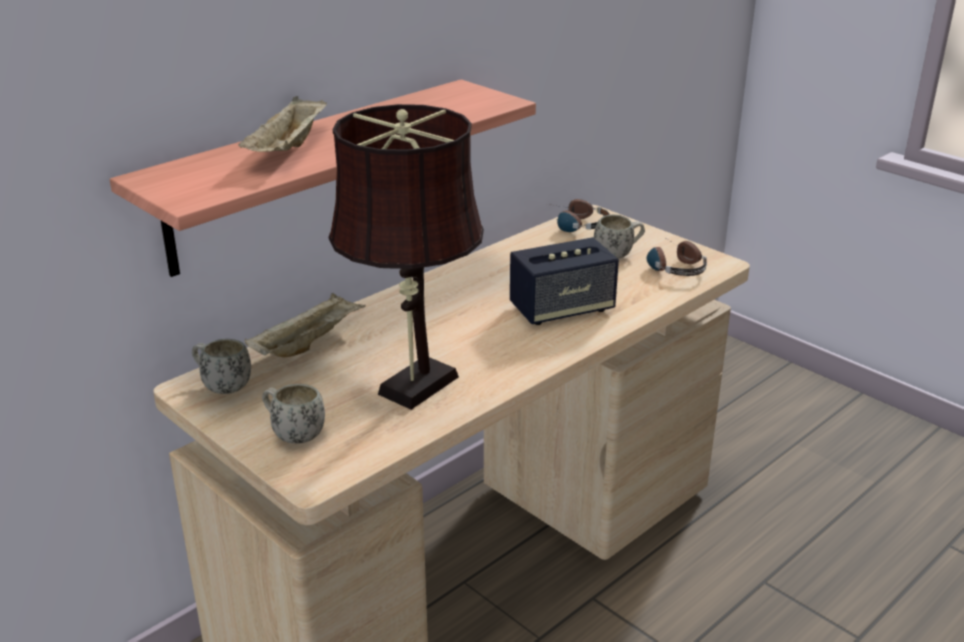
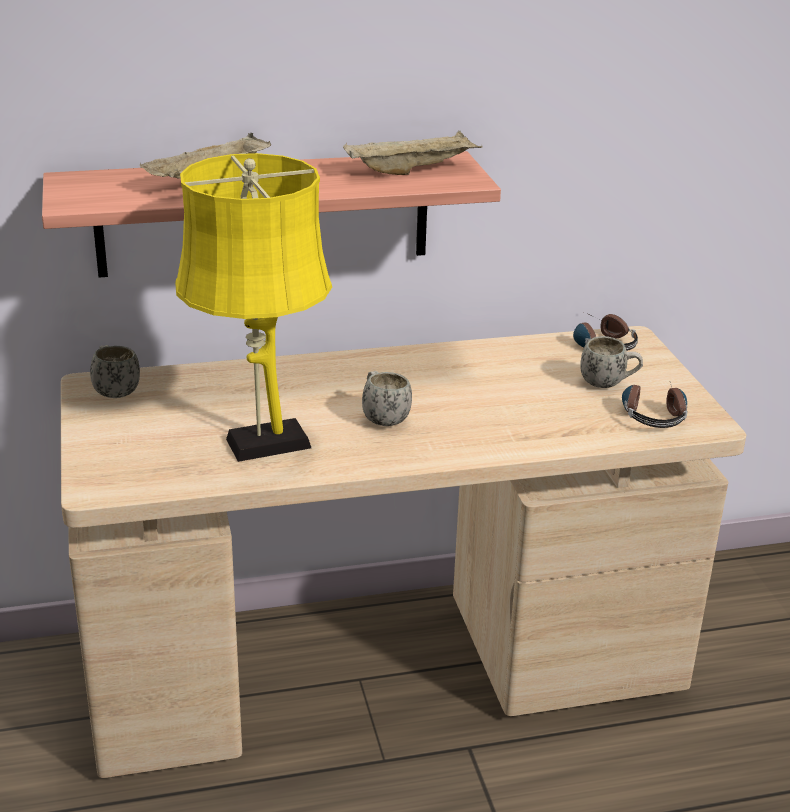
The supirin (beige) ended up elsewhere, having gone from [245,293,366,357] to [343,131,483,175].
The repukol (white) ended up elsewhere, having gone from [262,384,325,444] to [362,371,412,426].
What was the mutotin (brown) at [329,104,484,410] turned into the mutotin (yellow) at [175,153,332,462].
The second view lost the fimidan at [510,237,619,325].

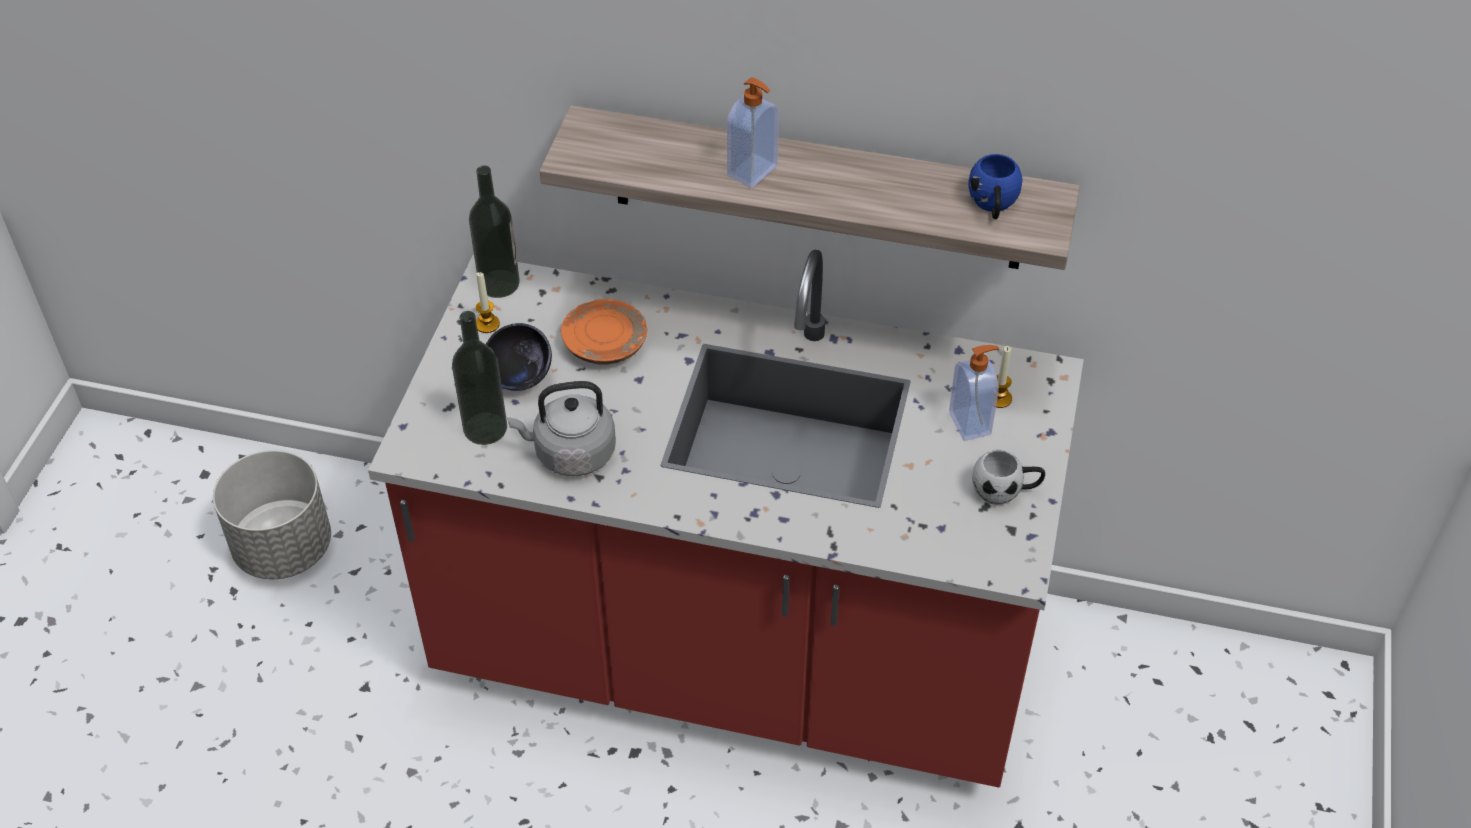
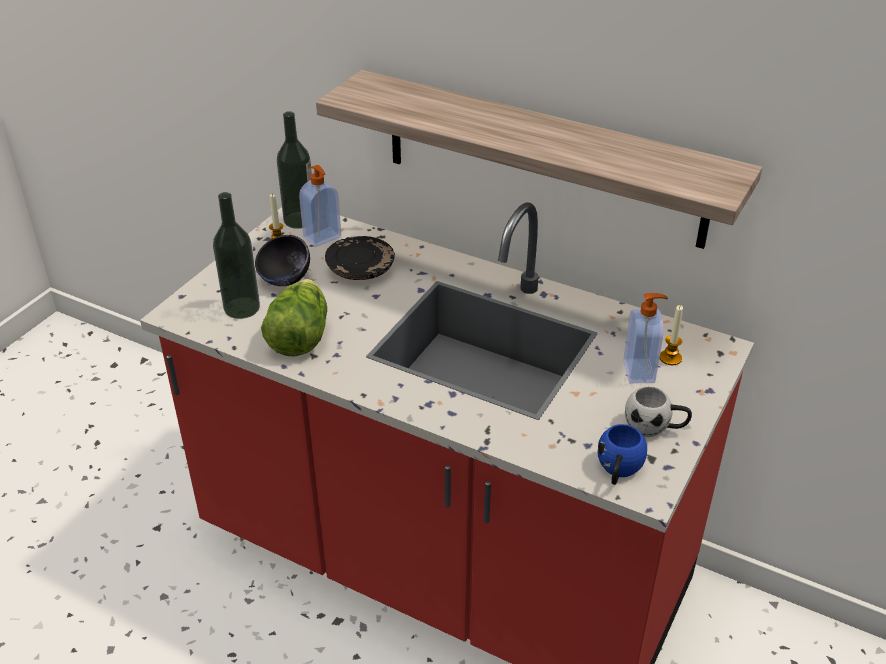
The second view lost the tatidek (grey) at [213,450,331,579].
Where the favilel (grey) stood at [507,381,616,476], the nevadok came to stand at [261,279,327,357].
What was the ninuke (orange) at [561,299,647,365] turned into the ninuke (black) at [325,236,395,280].
The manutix ended up elsewhere, having gone from [727,77,779,188] to [299,165,341,247].
The repukol (blue) ended up elsewhere, having gone from [968,154,1022,219] to [598,424,647,485].

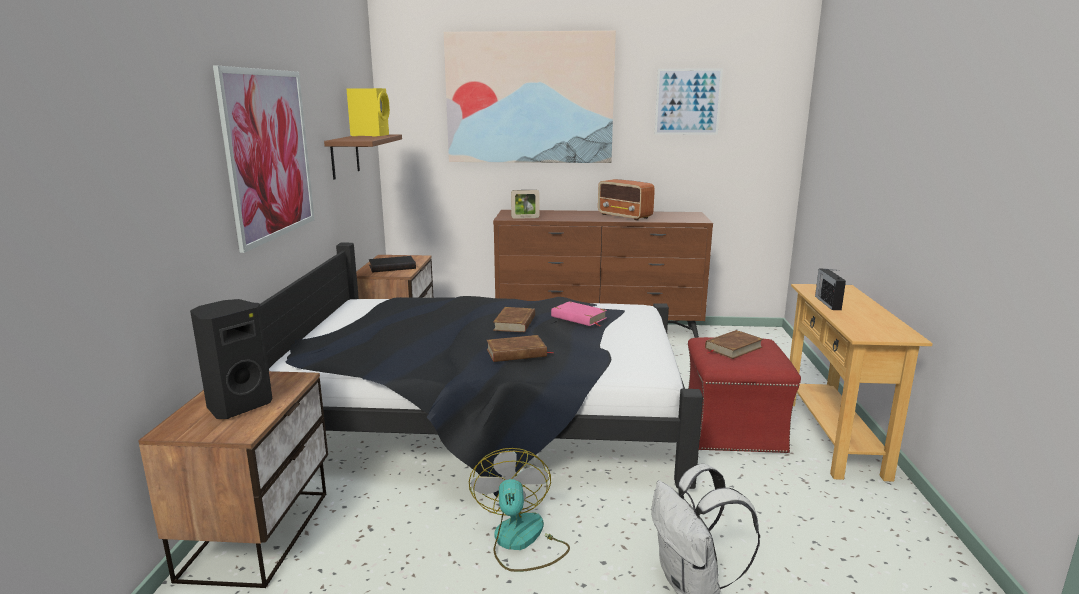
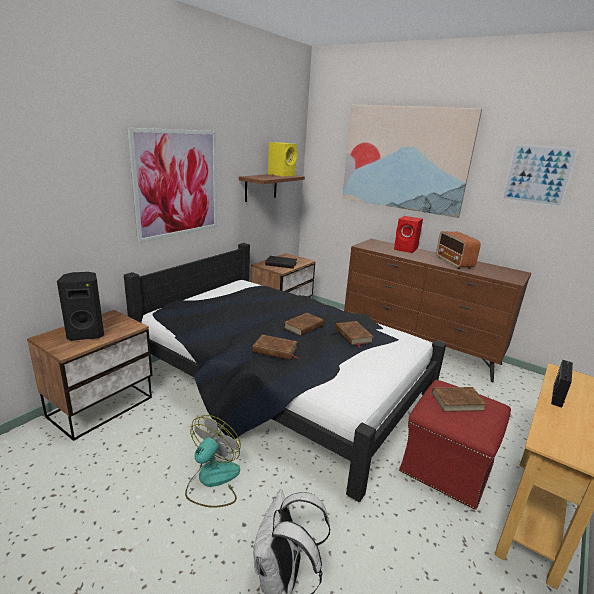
The second view lost the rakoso at [511,190,539,219].
What was the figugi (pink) at [551,301,607,327] turned into the figugi (brown) at [335,321,374,348].
The second view gained the fimidan (red) at [394,216,423,253].

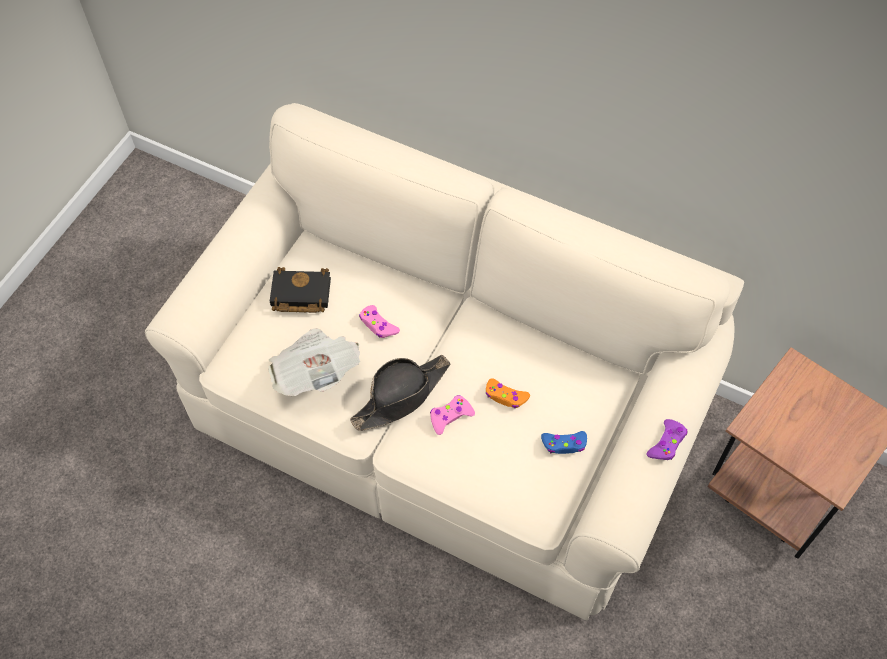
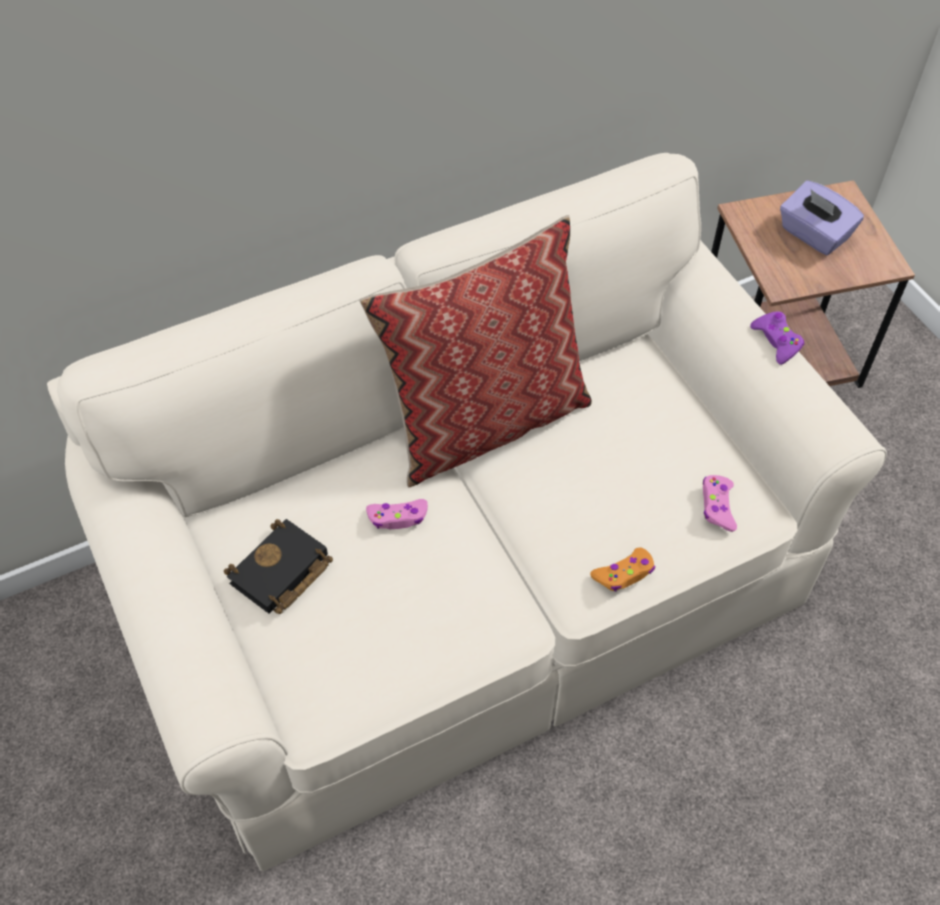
The second view lost the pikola at [268,328,360,396].
The second view lost the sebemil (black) at [350,355,450,431].
The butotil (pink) ended up elsewhere, having gone from [430,395,475,435] to [703,475,737,532].
The butotil (orange) ended up elsewhere, having gone from [486,378,530,408] to [590,547,655,592].
The second view lost the butotil (blue) at [541,431,587,454].
The second view gained the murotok at [360,215,592,488].
The second view gained the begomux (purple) at [780,180,864,255].

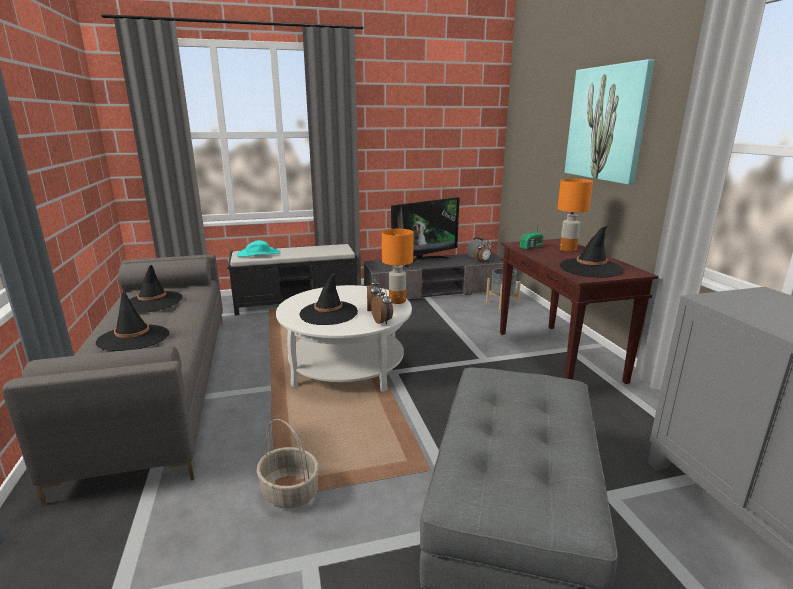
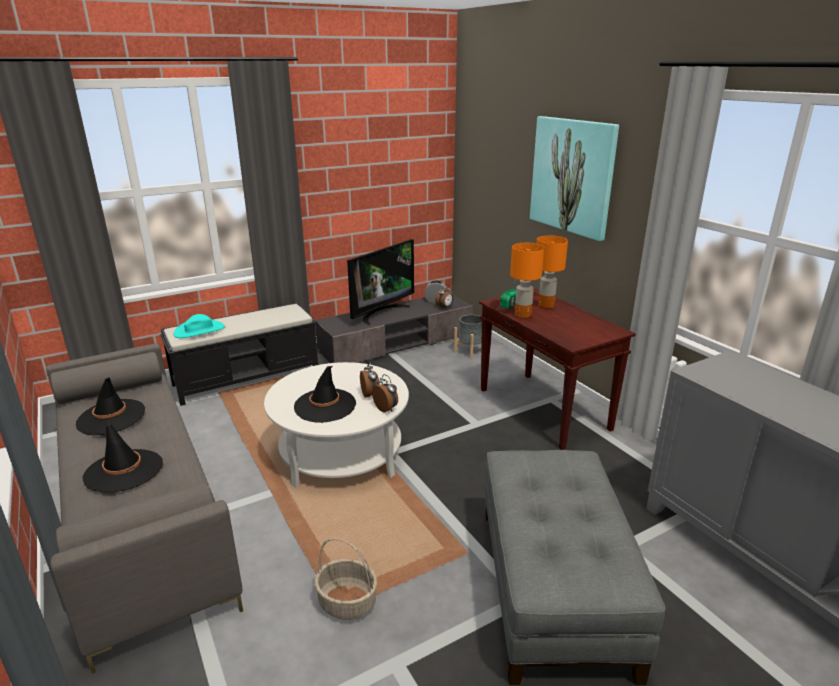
The mutotin (orange) ended up elsewhere, having gone from [382,229,414,304] to [510,243,544,318].
The second view lost the sebemil (black) at [560,226,624,278].

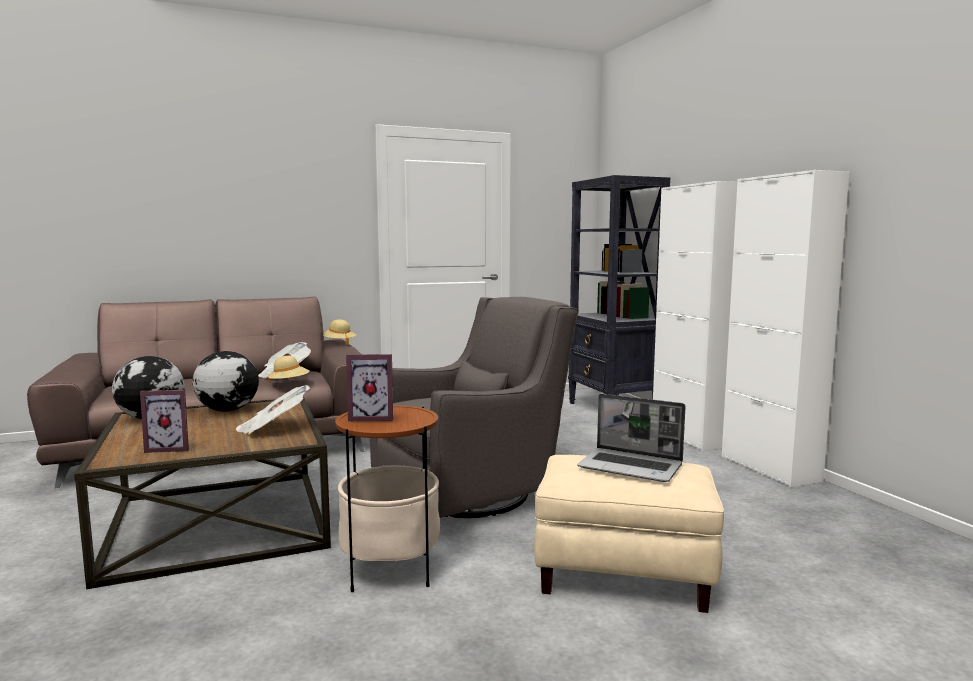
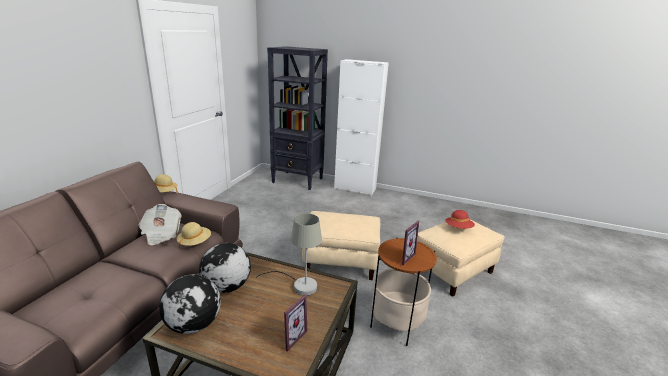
Where the pikola stood at [235,385,310,434], the mutotin (grey) came to stand at [255,214,322,296].
Where the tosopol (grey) stood at [370,297,578,518], the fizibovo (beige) came to stand at [302,211,380,280].
Where the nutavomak stood at [577,394,686,482], the sebemil (red) came to stand at [445,210,475,229].
The second view lost the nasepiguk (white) at [722,170,849,488].

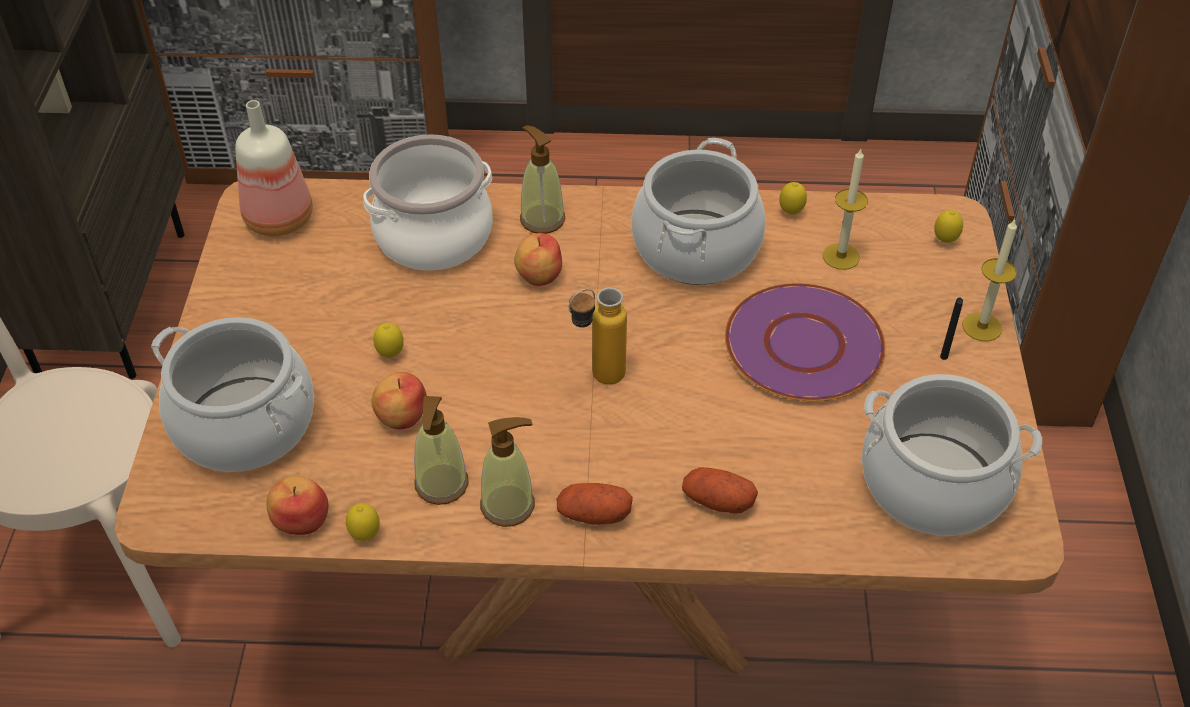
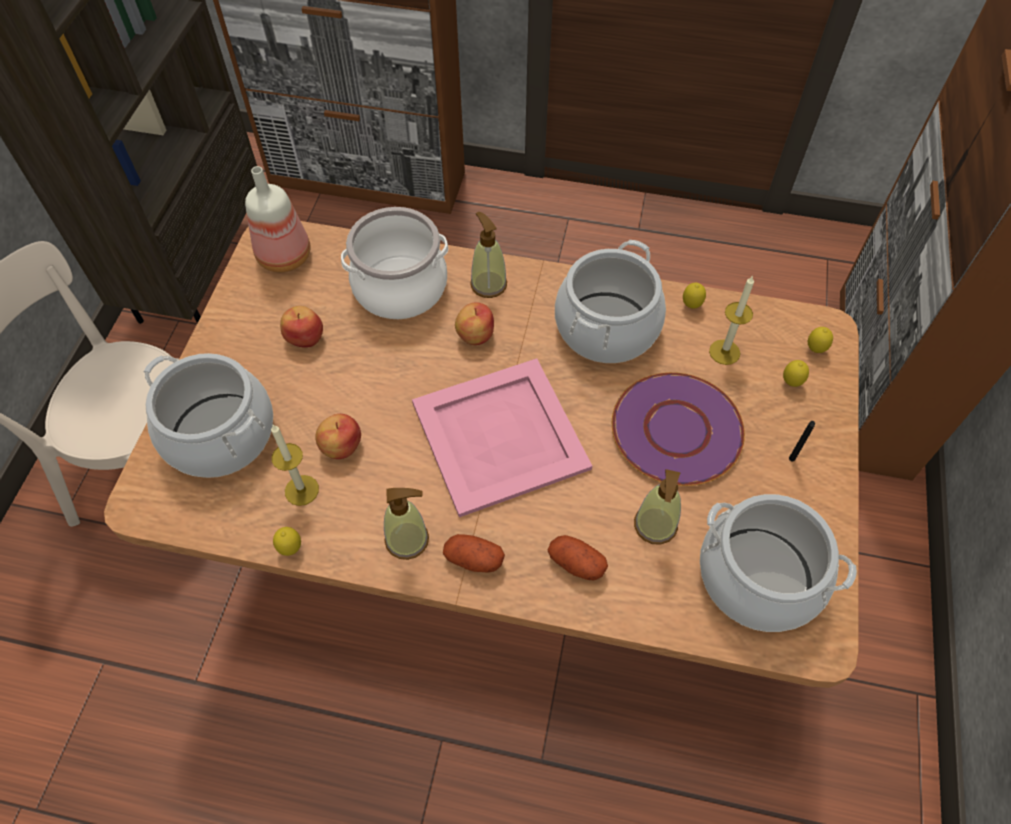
The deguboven ended up elsewhere, having gone from [267,476,328,535] to [280,306,323,348].
The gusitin ended up elsewhere, having gone from [373,323,404,357] to [783,360,809,387].
The manutix ended up elsewhere, having gone from [414,396,469,505] to [634,469,681,545].
Where the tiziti stood at [569,287,627,385], the supirin (pink) came to stand at [412,359,592,517].
The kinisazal ended up elsewhere, having gone from [962,218,1017,341] to [271,425,319,506].

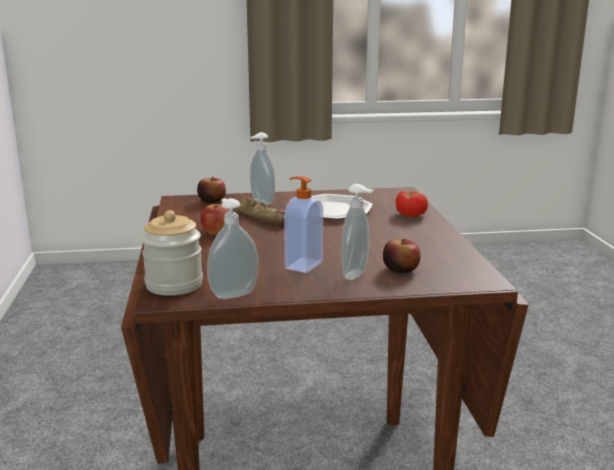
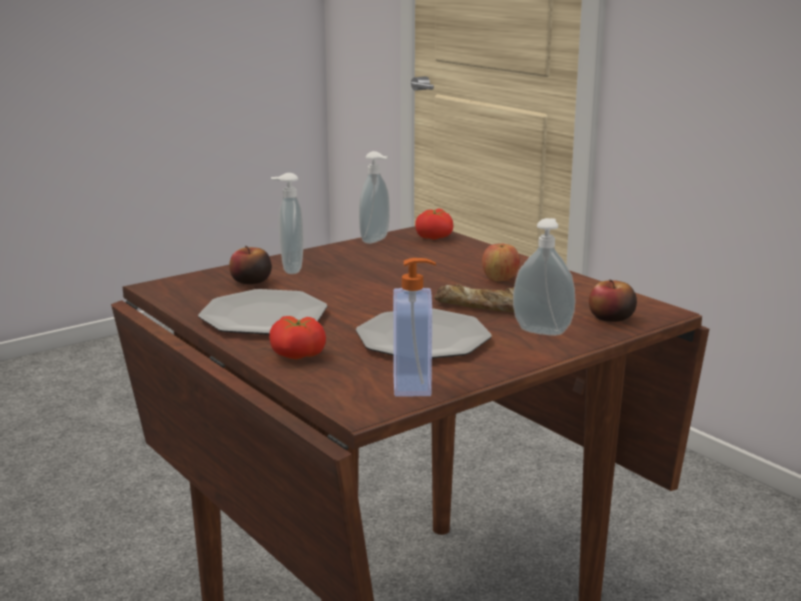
Where the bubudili stood at [141,210,203,296], the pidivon came to stand at [415,209,453,240].
The manutix ended up elsewhere, having gone from [284,176,323,273] to [393,258,436,397].
The second view gained the ninuke at [198,289,328,335].

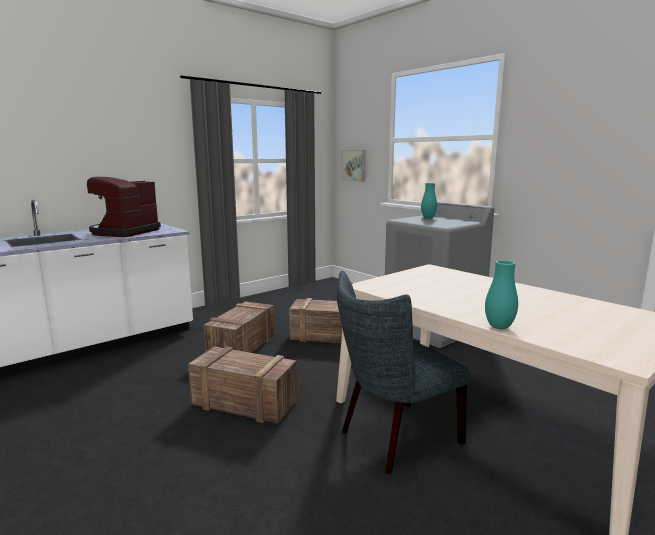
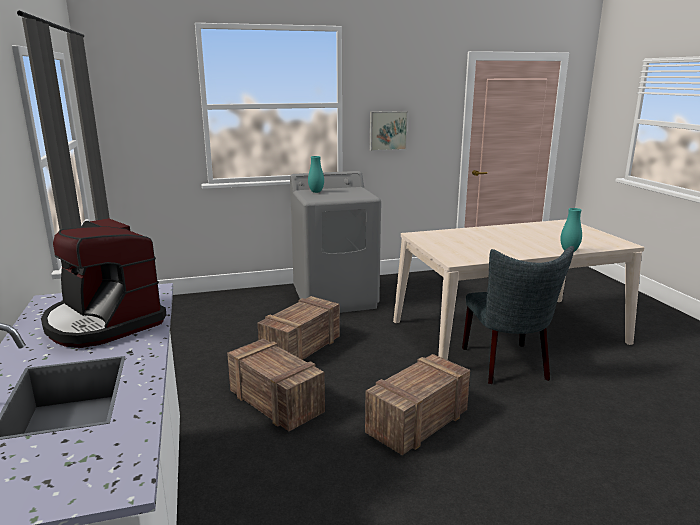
The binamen ended up elsewhere, having gone from [341,150,366,182] to [370,111,408,151].

